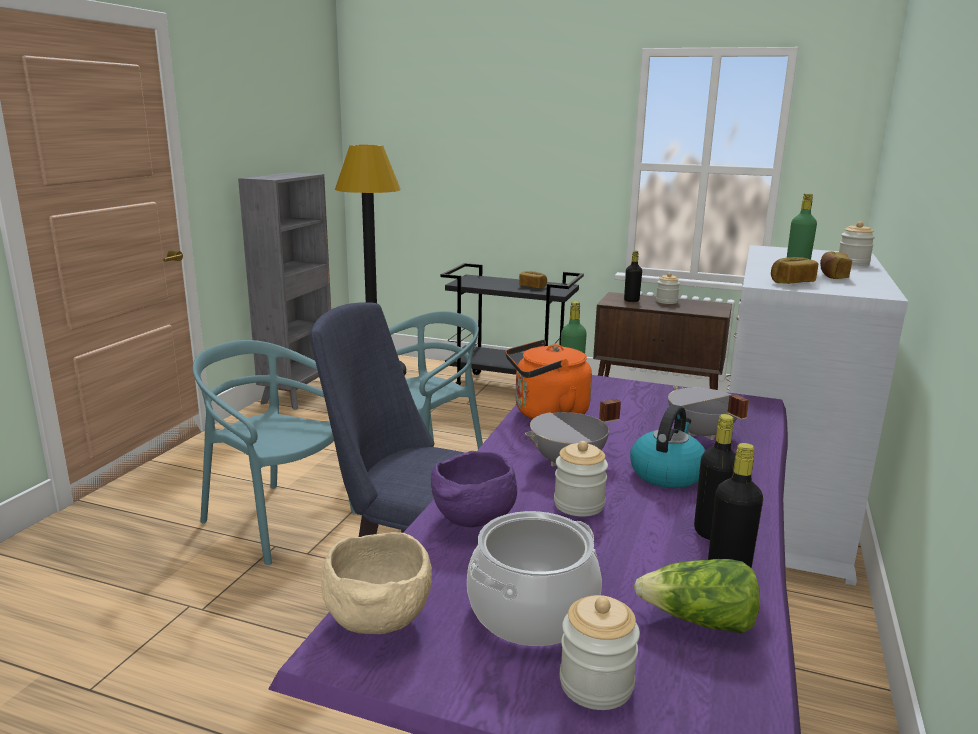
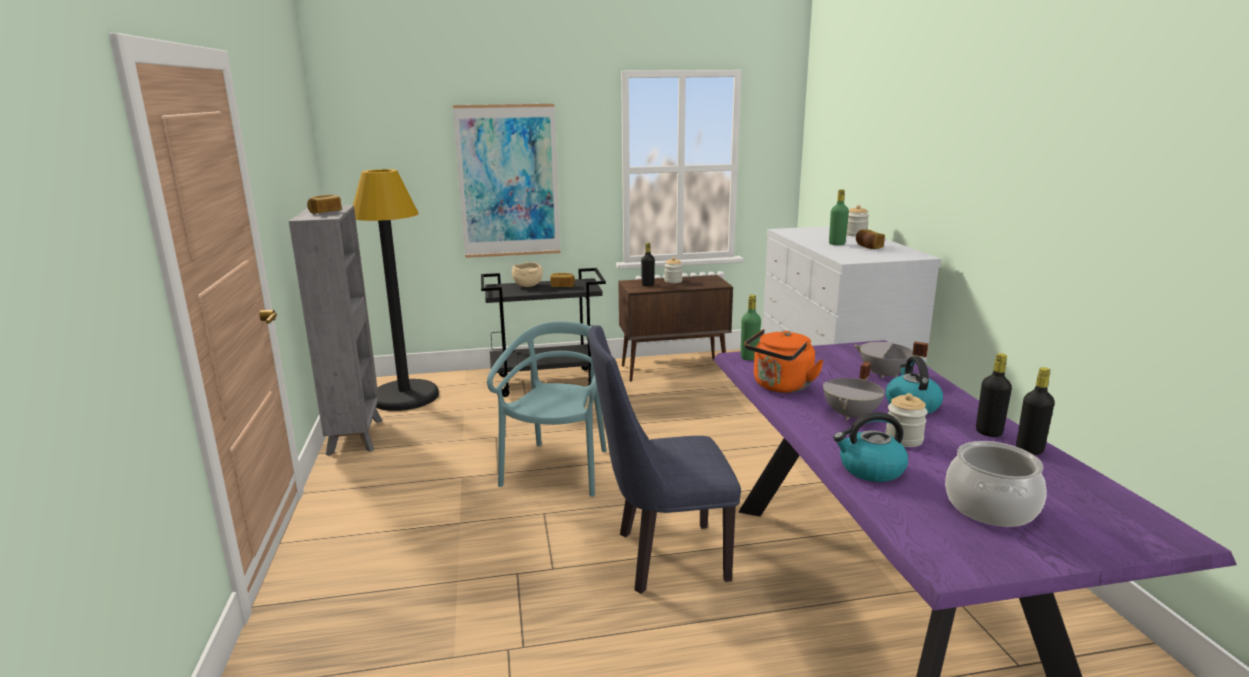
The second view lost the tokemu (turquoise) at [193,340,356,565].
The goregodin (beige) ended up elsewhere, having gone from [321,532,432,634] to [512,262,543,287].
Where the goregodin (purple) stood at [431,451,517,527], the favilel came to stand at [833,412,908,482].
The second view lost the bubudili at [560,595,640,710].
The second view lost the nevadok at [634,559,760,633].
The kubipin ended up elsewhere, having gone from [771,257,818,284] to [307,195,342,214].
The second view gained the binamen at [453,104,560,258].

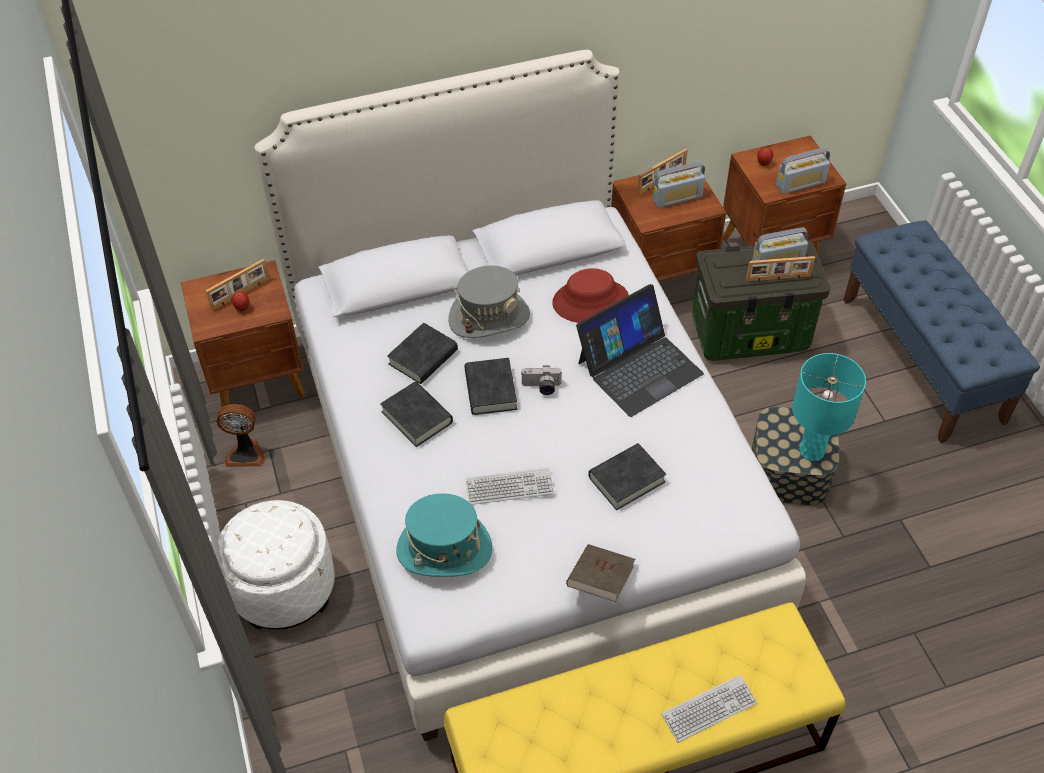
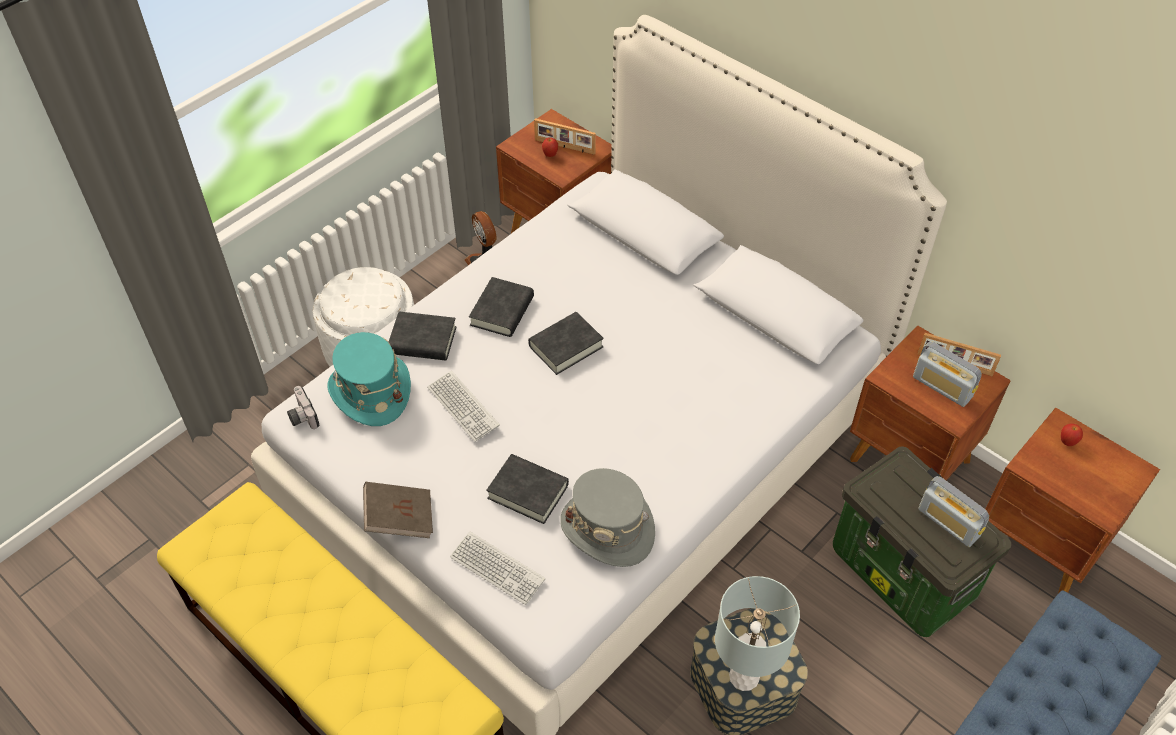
The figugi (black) ended up elsewhere, having gone from [387,323,458,384] to [389,311,457,361].
The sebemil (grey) ended up elsewhere, having gone from [449,265,530,338] to [560,468,655,567].
The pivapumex ended up elsewhere, having gone from [522,365,562,395] to [287,386,320,429].
The second view lost the sebemil (red) at [552,268,629,323].
The second view lost the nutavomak at [576,284,704,417].
The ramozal ended up elsewhere, having gone from [661,675,757,743] to [450,532,545,605].
The second view lost the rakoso at [746,256,815,281].
The second view lost the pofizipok at [776,147,830,194].
What was the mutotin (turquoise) at [792,353,866,461] turned into the mutotin (grey) at [715,576,800,691].

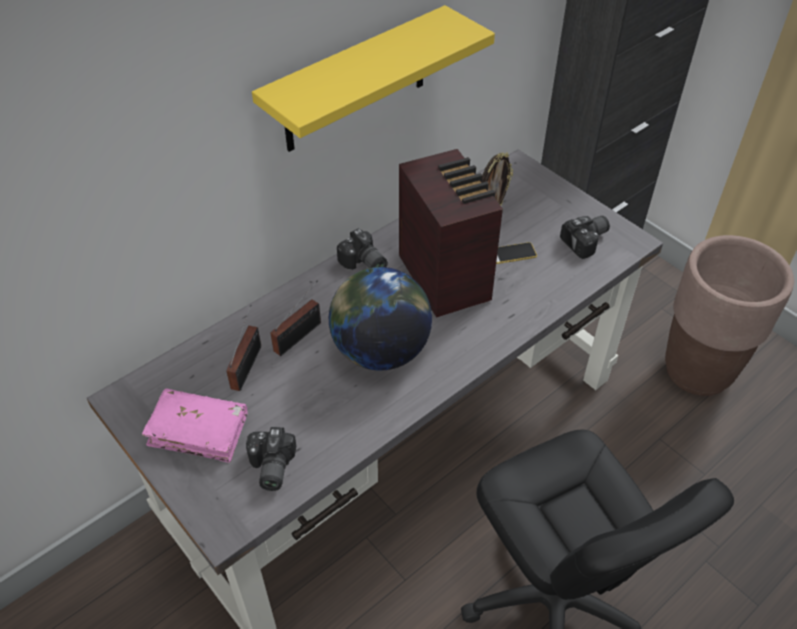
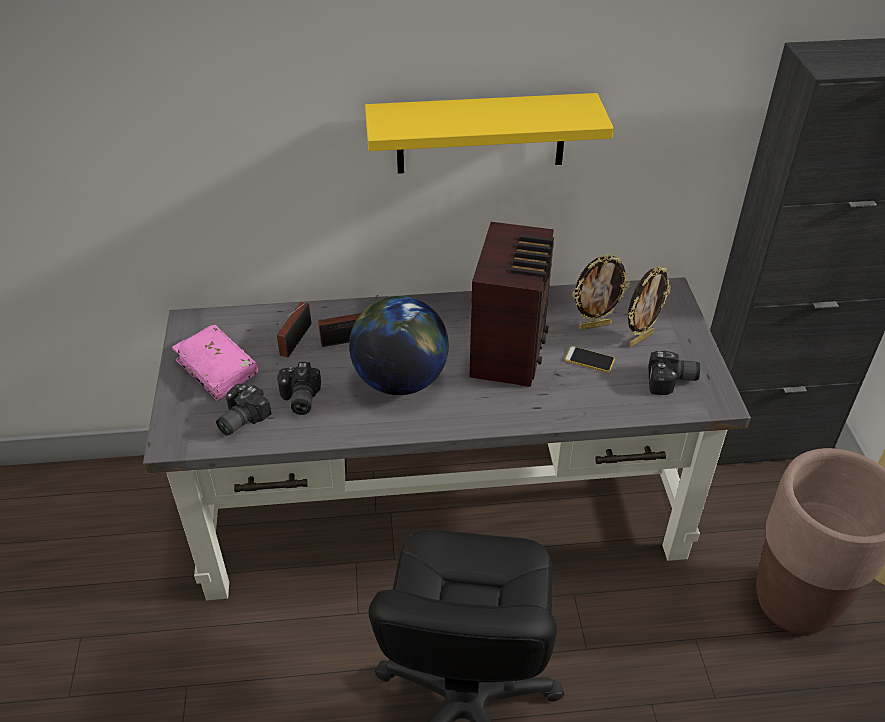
The pofizipok at [226,305,261,391] ended up facing another way, 150 degrees clockwise from before.
The pivapumex ended up elsewhere, having gone from [337,228,388,270] to [277,362,321,415].
The second view gained the rakoso at [628,266,671,347].

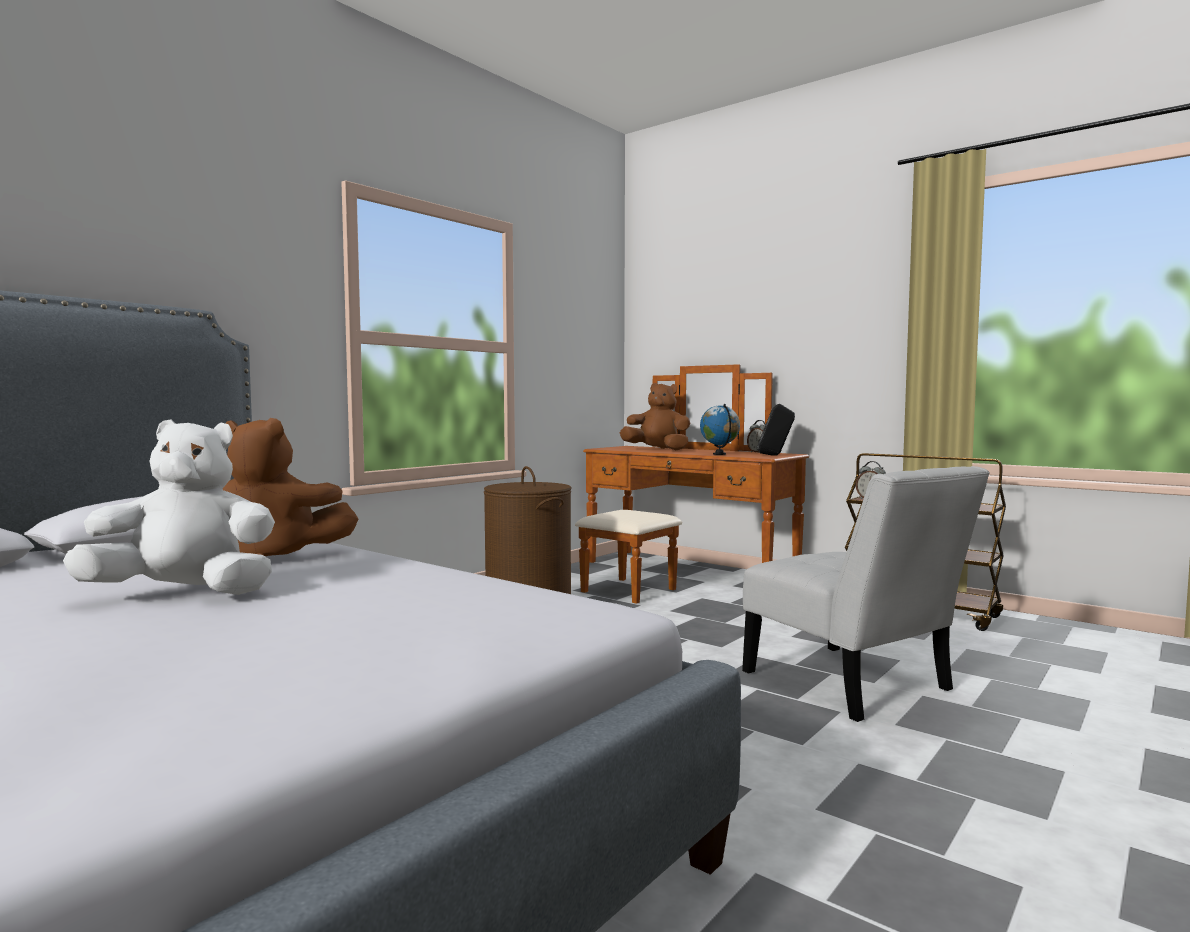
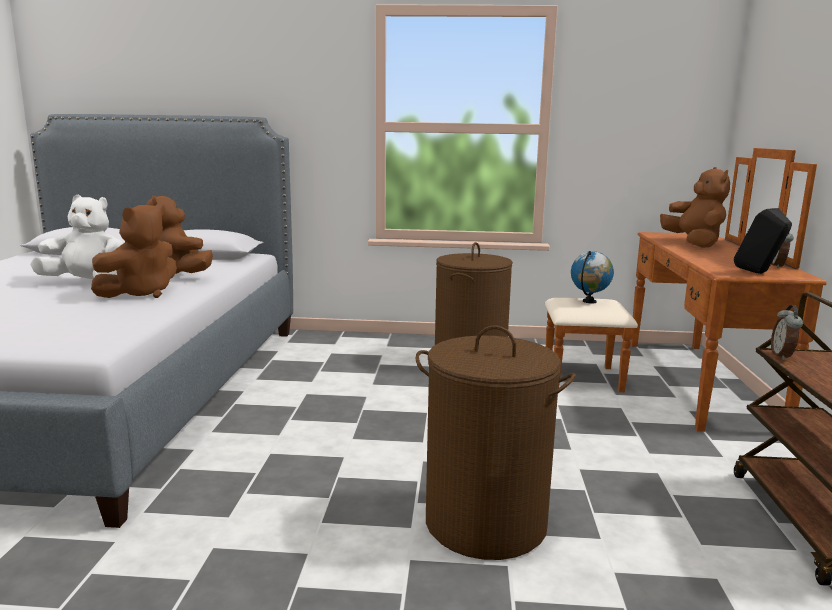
The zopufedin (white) at [63,419,275,595] ended up facing another way, 45 degrees counterclockwise from before.
The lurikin ended up elsewhere, having gone from [700,404,740,455] to [571,251,614,304].
Where the tokemu (white) stood at [742,466,990,722], the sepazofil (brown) came to stand at [416,325,576,560].
The second view gained the zopufedin (brown) at [91,203,177,298].

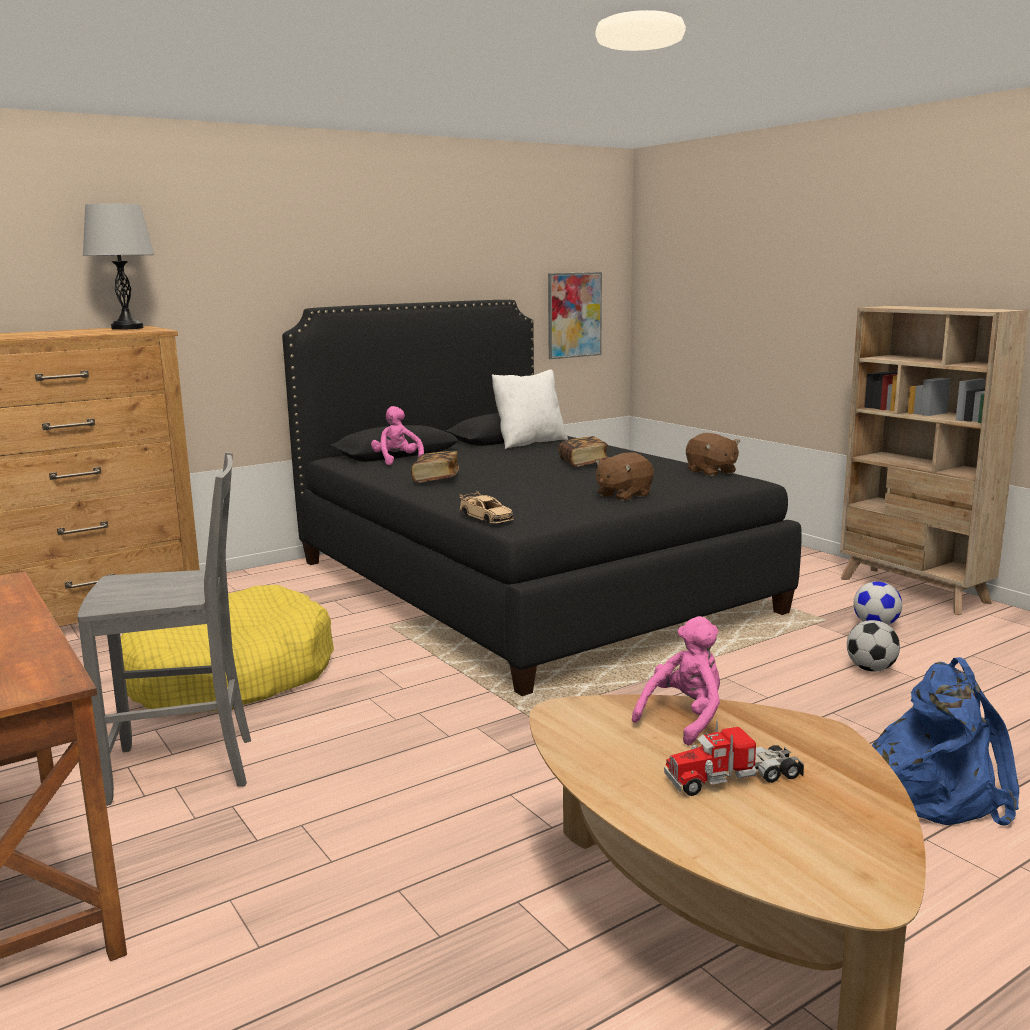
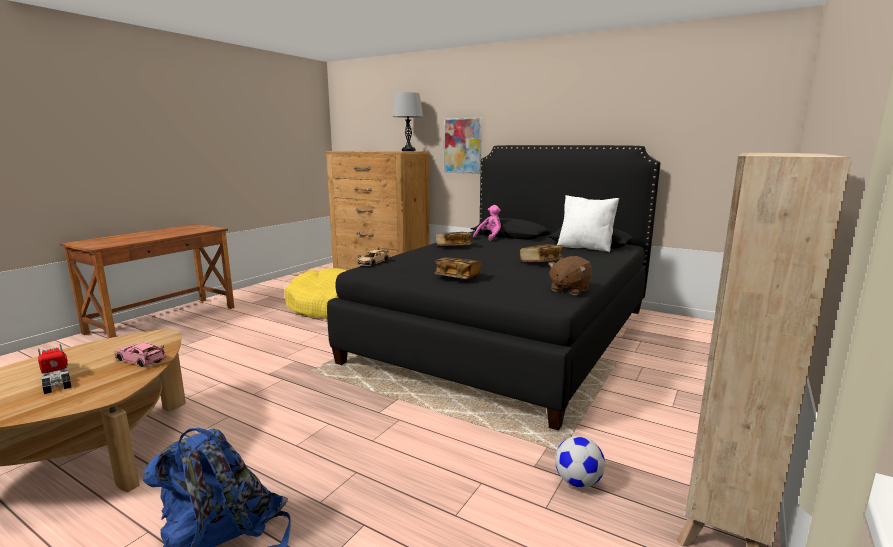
The second view lost the tokemu (grey) at [77,452,251,806].
The binamen ended up elsewhere, having gone from [548,272,602,359] to [444,117,482,174].
Where the zopufedin (brown) stood at [595,452,654,501], the figugi came to stand at [434,257,481,279].
Where the zopufedin (pink) stood at [632,616,720,746], the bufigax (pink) came to stand at [115,342,167,367].
The second view lost the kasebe at [847,620,900,672].

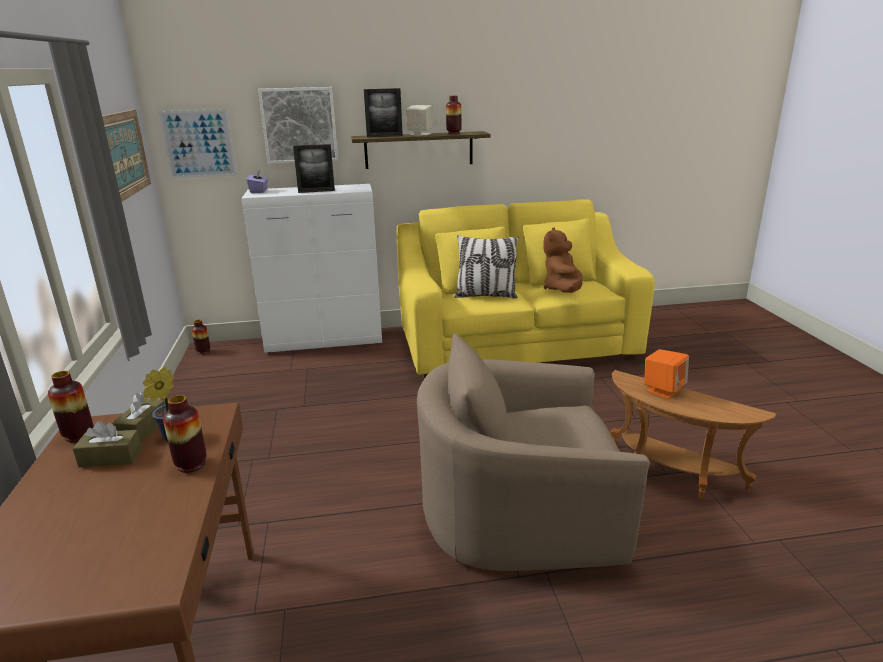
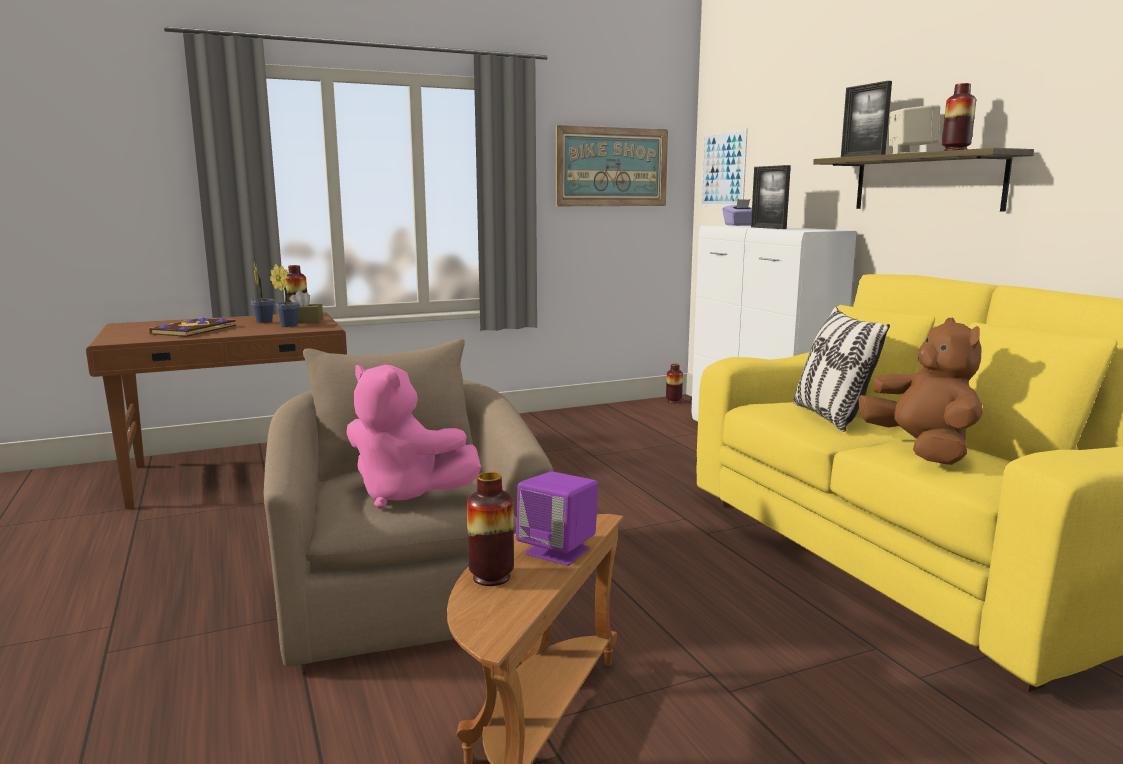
Where the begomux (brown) stood at [72,421,142,467], the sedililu came to stand at [251,263,274,323].
The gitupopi ended up elsewhere, having gone from [163,395,207,473] to [467,472,514,586].
The second view lost the binamen at [258,87,338,164].
The zopufedin (brown) at [544,228,583,293] ended up facing another way, 75 degrees clockwise from before.
What was the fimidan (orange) at [644,349,689,399] turned into the fimidan (purple) at [516,471,598,566].
The second view gained the figugi at [149,317,236,337].
The second view gained the zopufedin (pink) at [346,365,481,509].

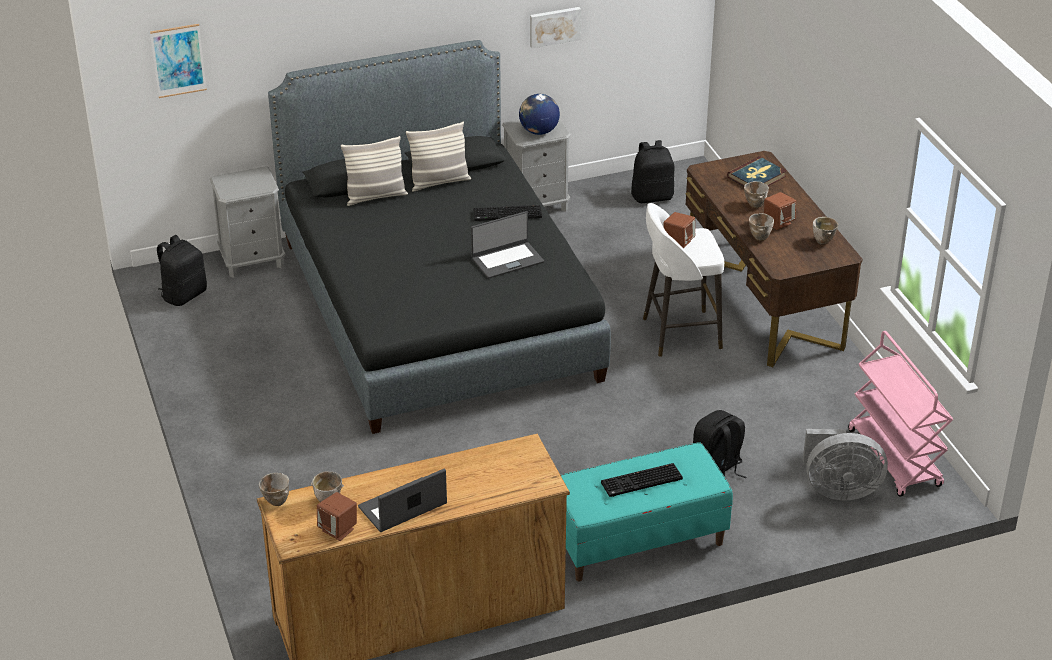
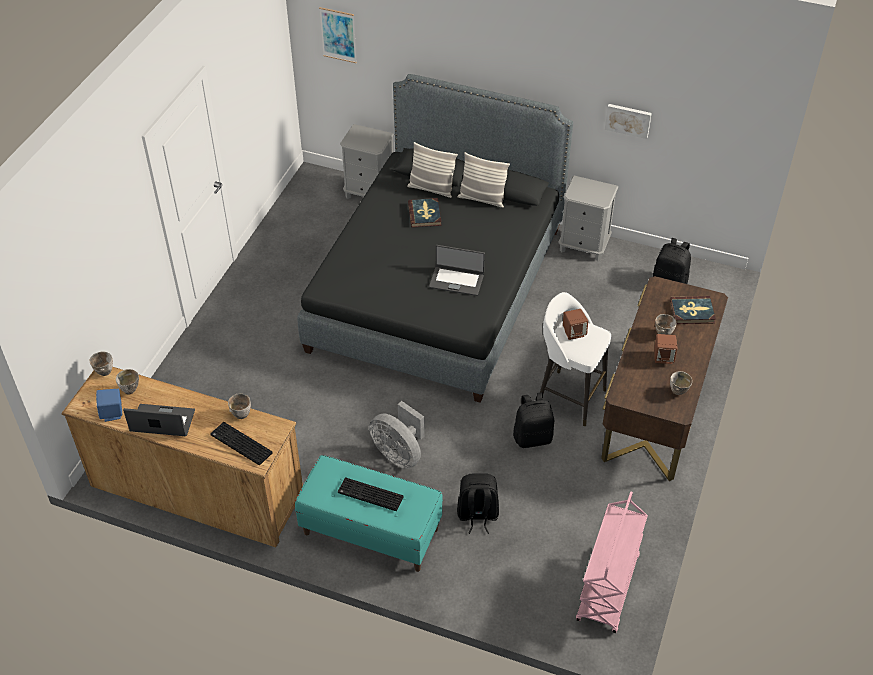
The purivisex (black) ended up elsewhere, having gone from [157,235,207,306] to [513,392,554,448].
What was the fimidan (brown) at [317,492,357,541] turned into the fimidan (blue) at [96,389,122,422].
The ramozal ended up elsewhere, having gone from [473,205,542,221] to [210,422,273,465].
The second view lost the lurikin at [519,94,560,135].
The goregodin ended up elsewhere, having gone from [749,213,774,241] to [228,393,251,419].
The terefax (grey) ended up elsewhere, having gone from [803,429,888,500] to [369,401,425,469].
The second view gained the figugi at [408,198,441,228].

